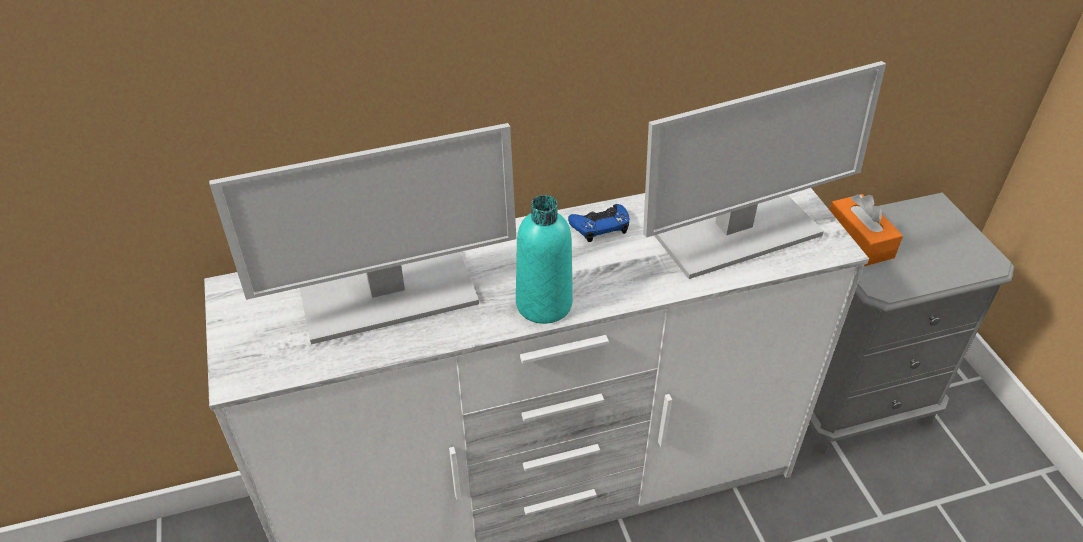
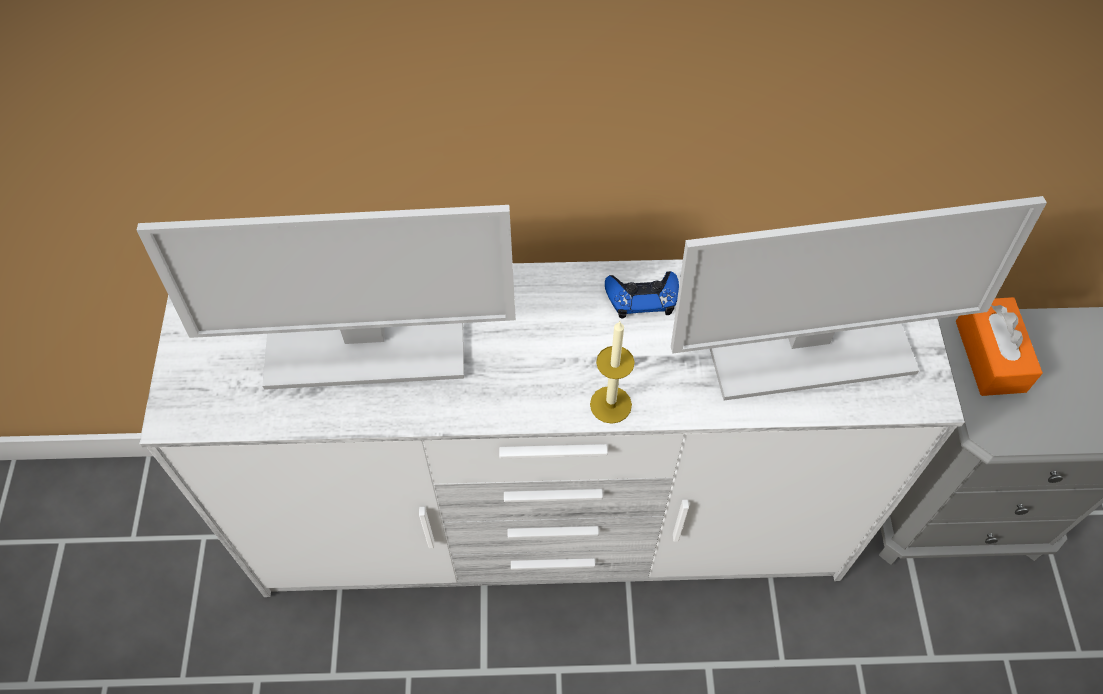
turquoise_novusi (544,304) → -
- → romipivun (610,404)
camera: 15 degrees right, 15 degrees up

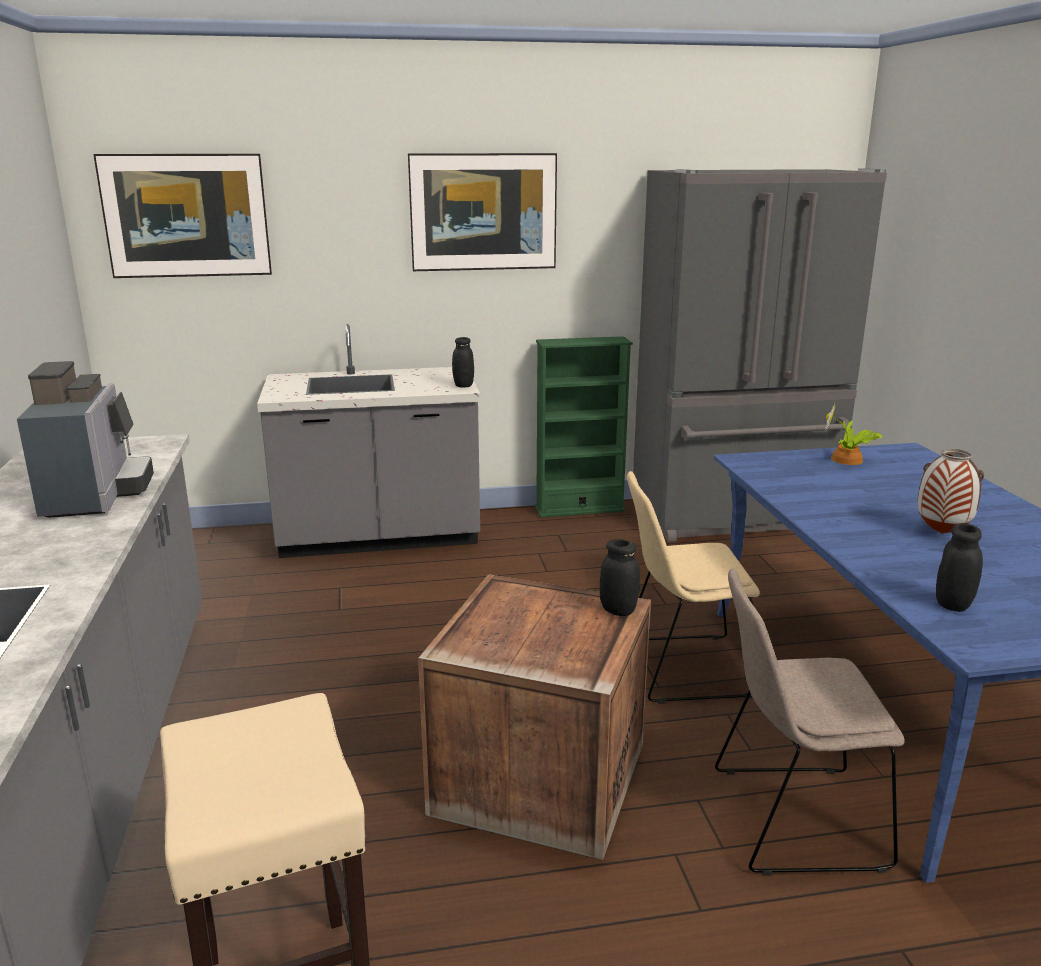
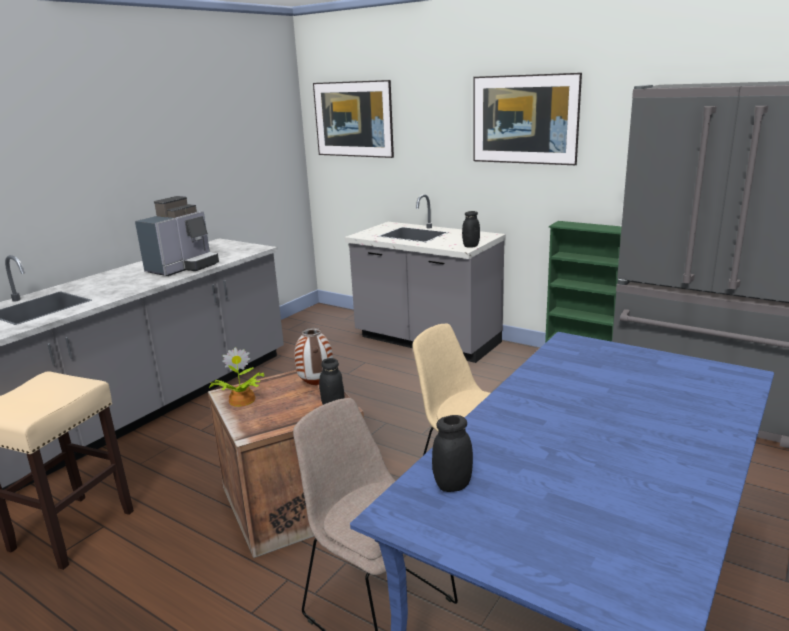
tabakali (848,460) → tabakali (241,400), relocated
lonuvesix (940,533) → lonuvesix (315,385), relocated
camera: 45 degrees right, 0 degrees up

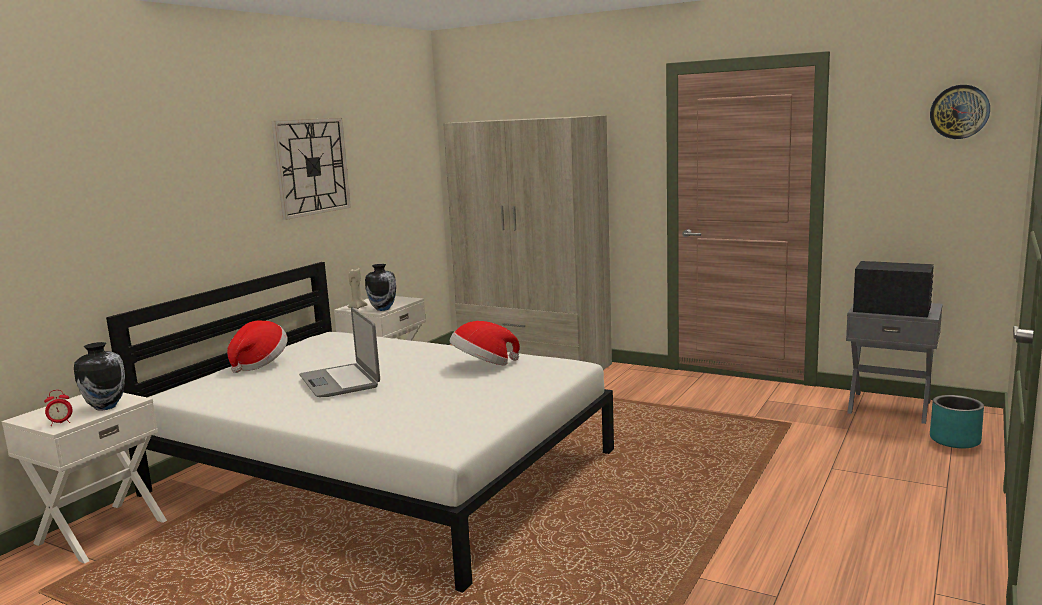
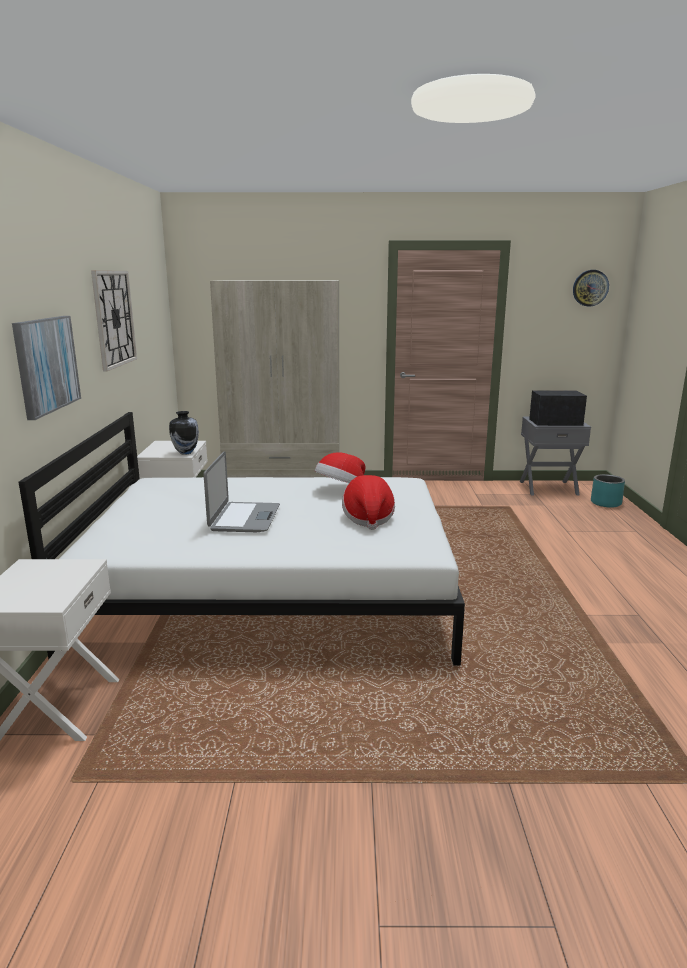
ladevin (61,423) → -
lonuvesix (106,407) → -
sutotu (259,364) → sutotu (368,518), relocated
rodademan (340,381) → rodademan (244,518), 120 degrees counterclockwise
beige_romipivun (357,307) → -
- → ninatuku (46,364)
camera: 30 degrees left, 5 degrees up

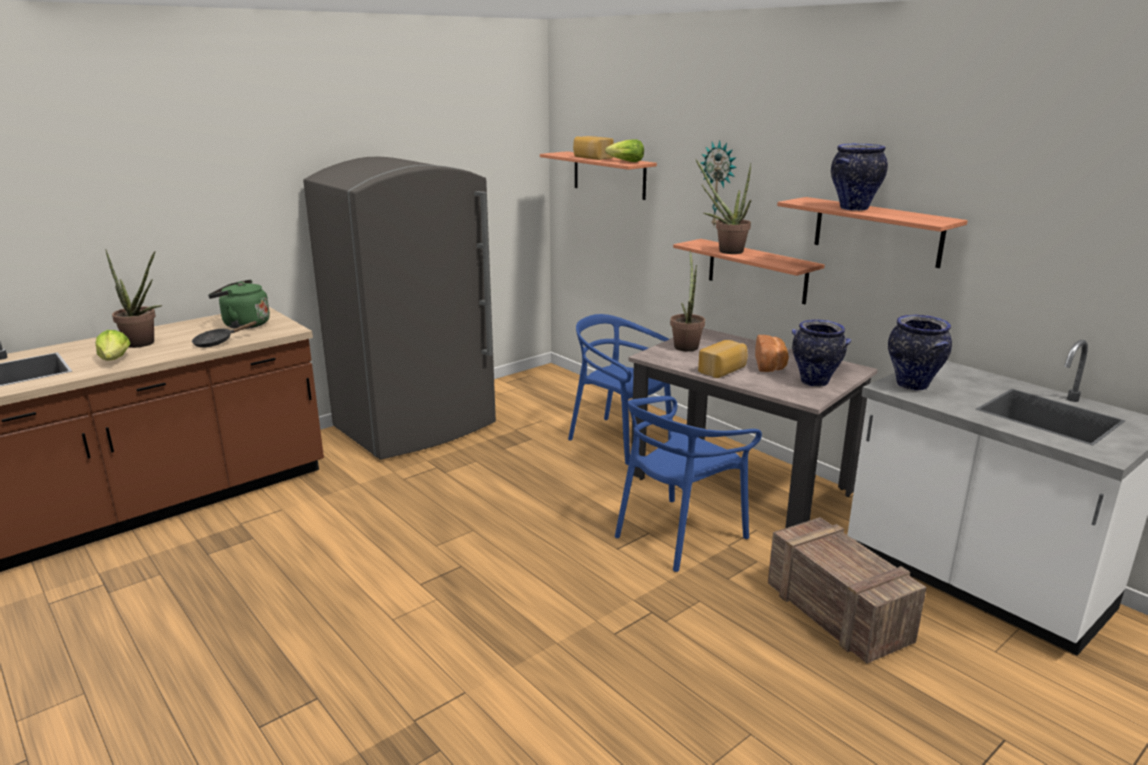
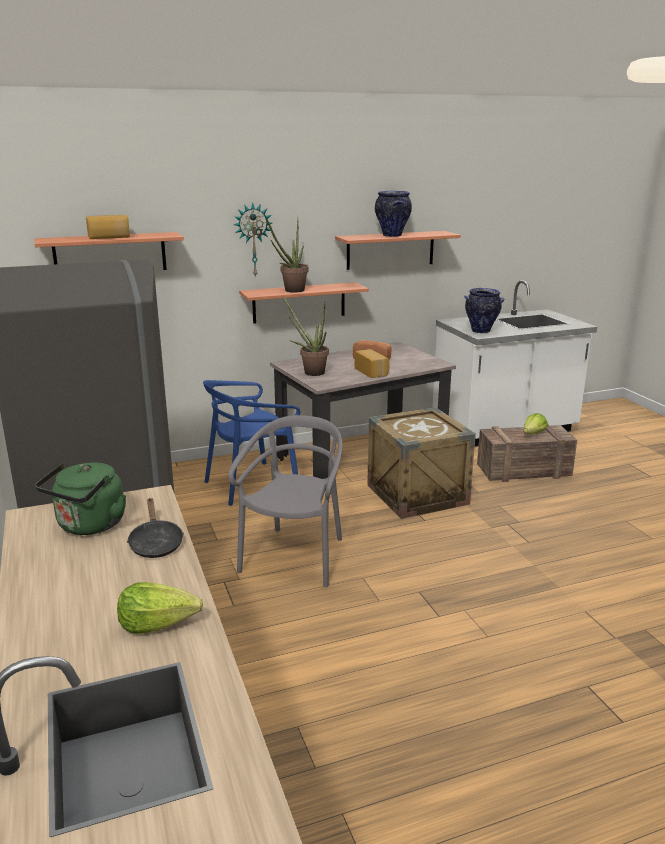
tabakali (144,344) → -
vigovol (626,162) → vigovol (533,434), relocated
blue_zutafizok (679,534) → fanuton (417,494)
lonuvesix (815,382) → -
- → grey_zutafizok (295,557)
camera: 70 degrees left, 0 degrees up

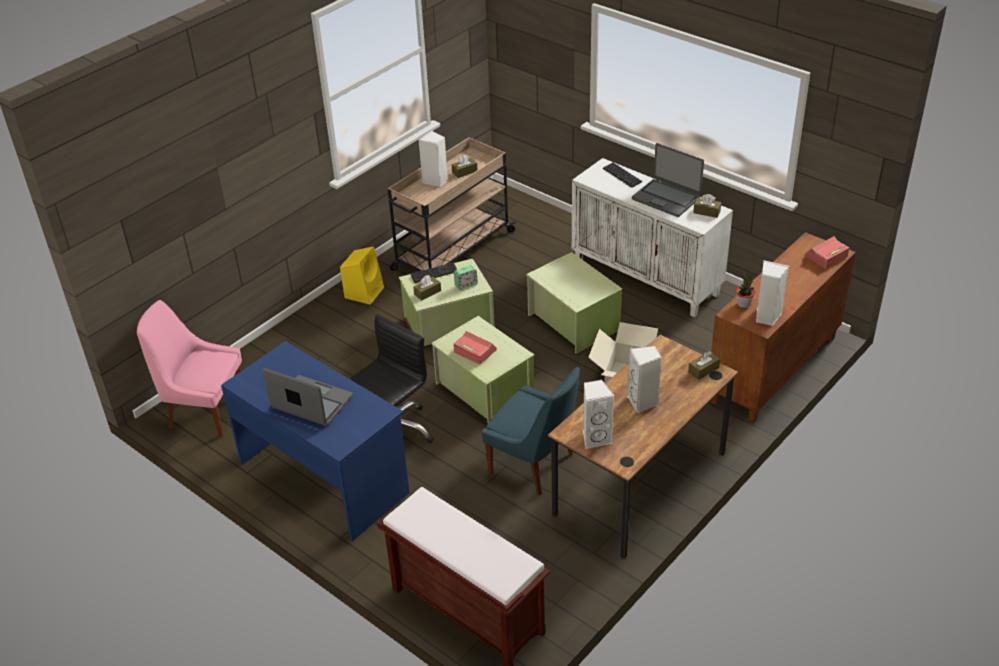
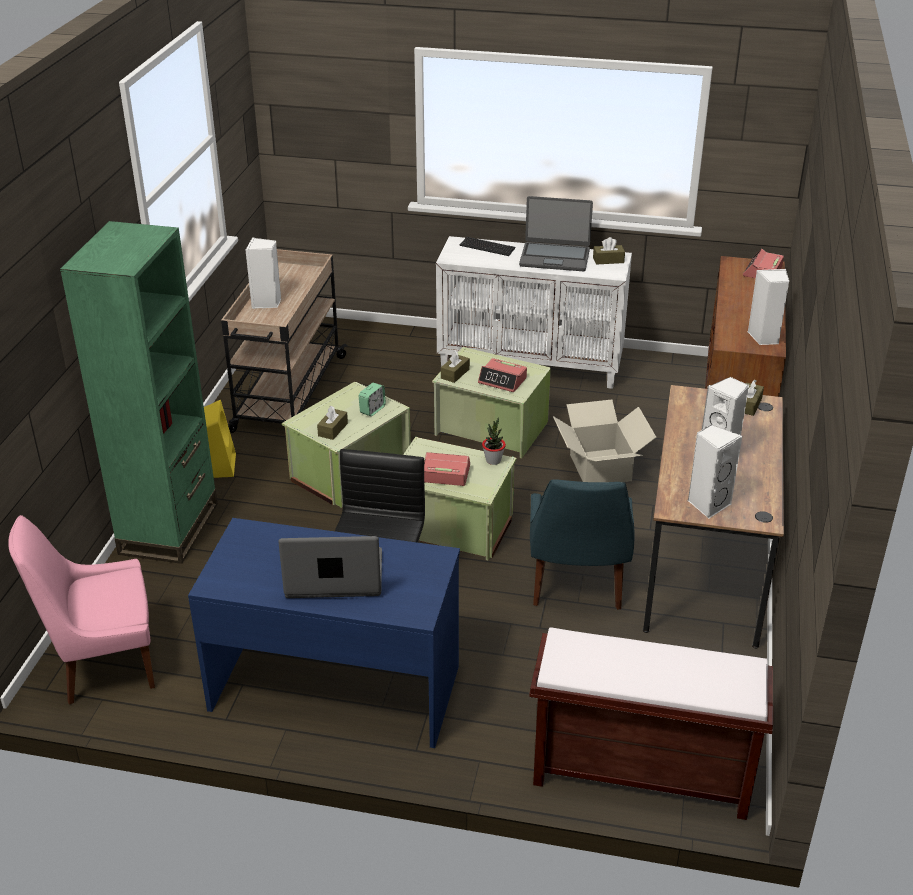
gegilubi (434,273) → -
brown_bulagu (464,172) → brown_bulagu (455,374), relocated
blue_zutafizok (534,464) → blue_zutafizok (576,585), 90 degrees clockwise
tabakali (743,304) → tabakali (493,460), relocated
- → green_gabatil (169,528)
- → ladevin (502,381)
camera: 30 degrees left, 5 degrees down

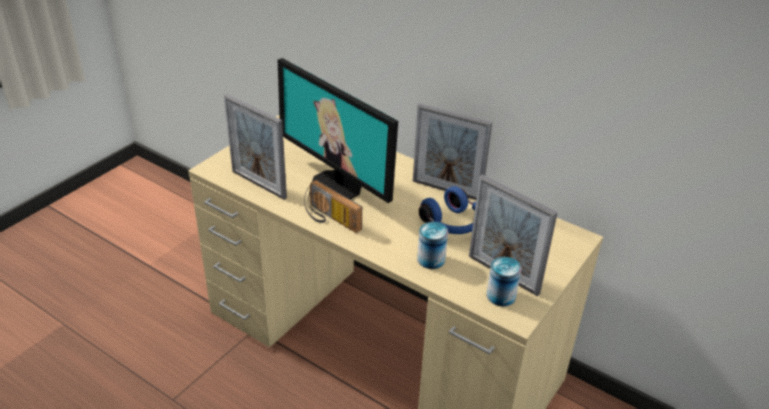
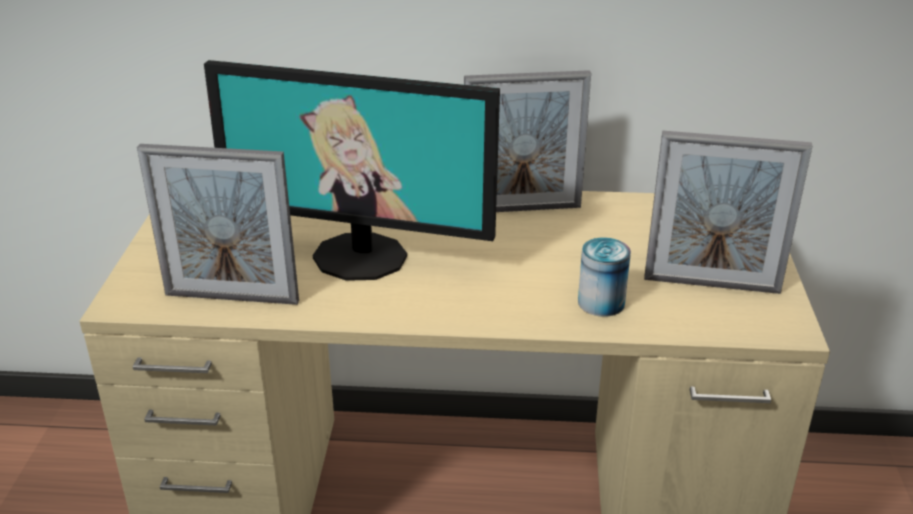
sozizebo (329,219) → -
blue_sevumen (452,224) → -
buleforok (501,295) → -
camera: 30 degrees left, 5 degrees down

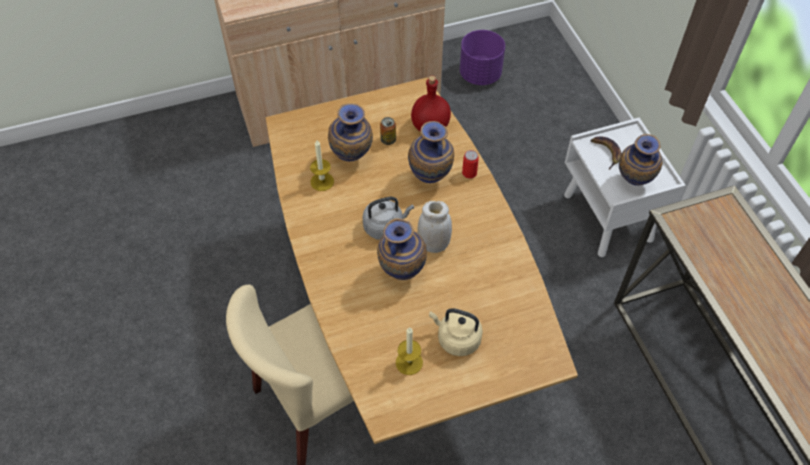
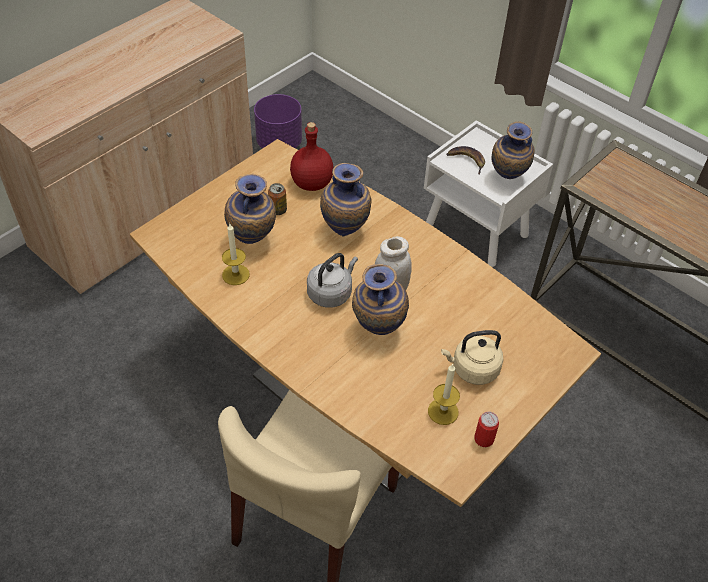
buleforok (469,173) → buleforok (484,439), relocated
camera: 30 degrees left, 5 degrees down

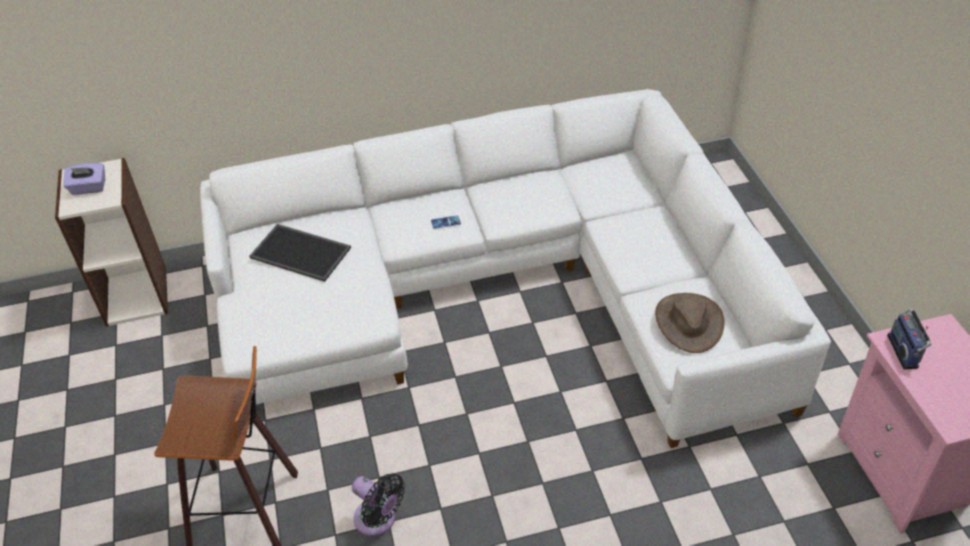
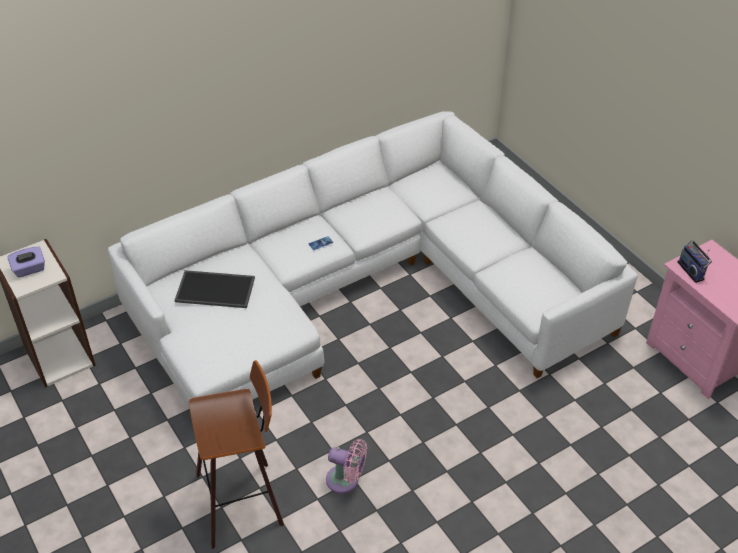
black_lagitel (378,520) → pink_lagitel (346,480)
brown_sutotu (688,322) → -
camera: 20 degrees left, 0 degrees up

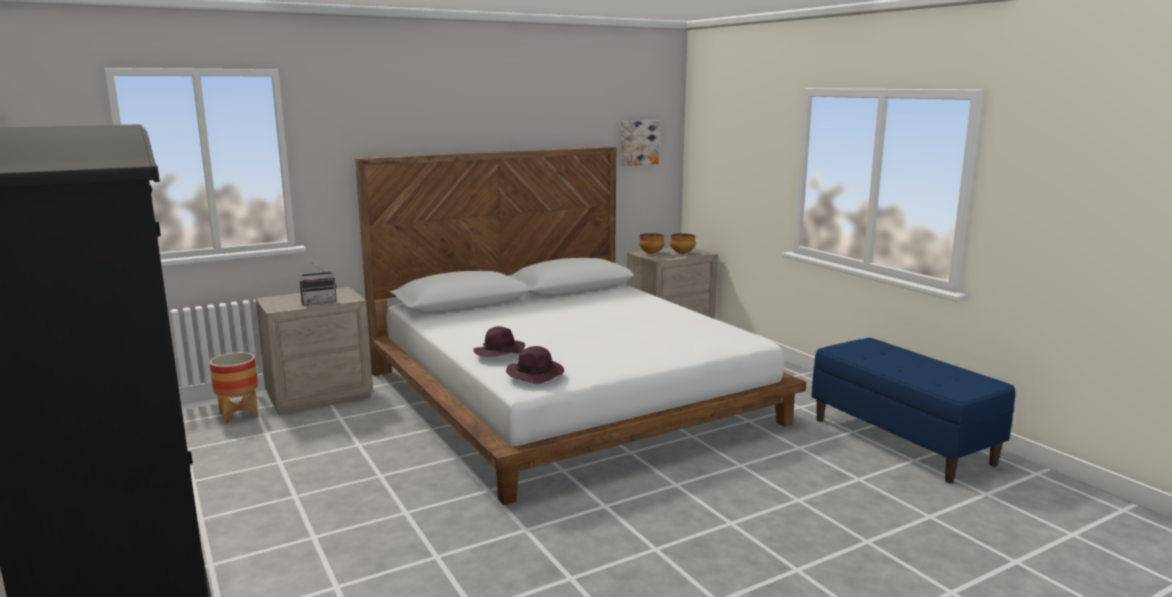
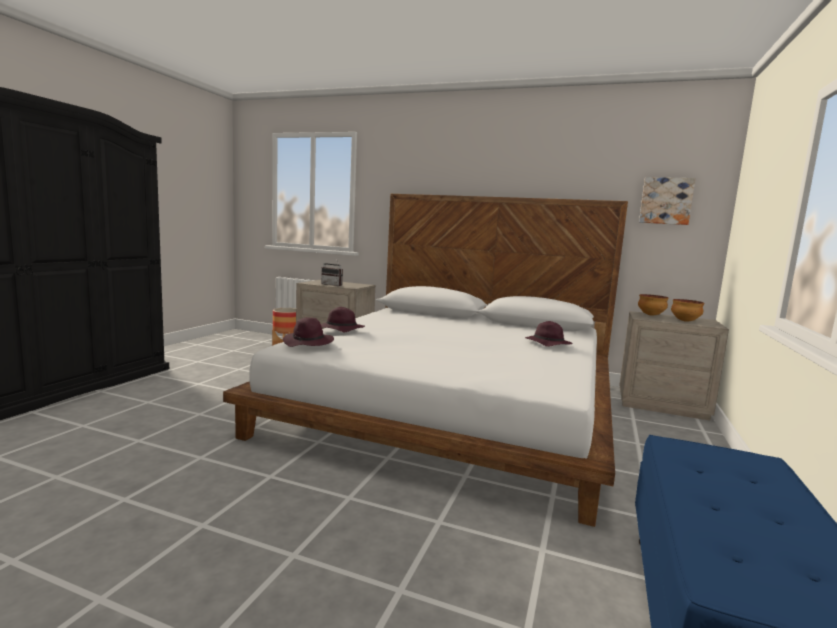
- → purple_sutotu (547,344)
camera: 50 degrees right, 5 degrees down

